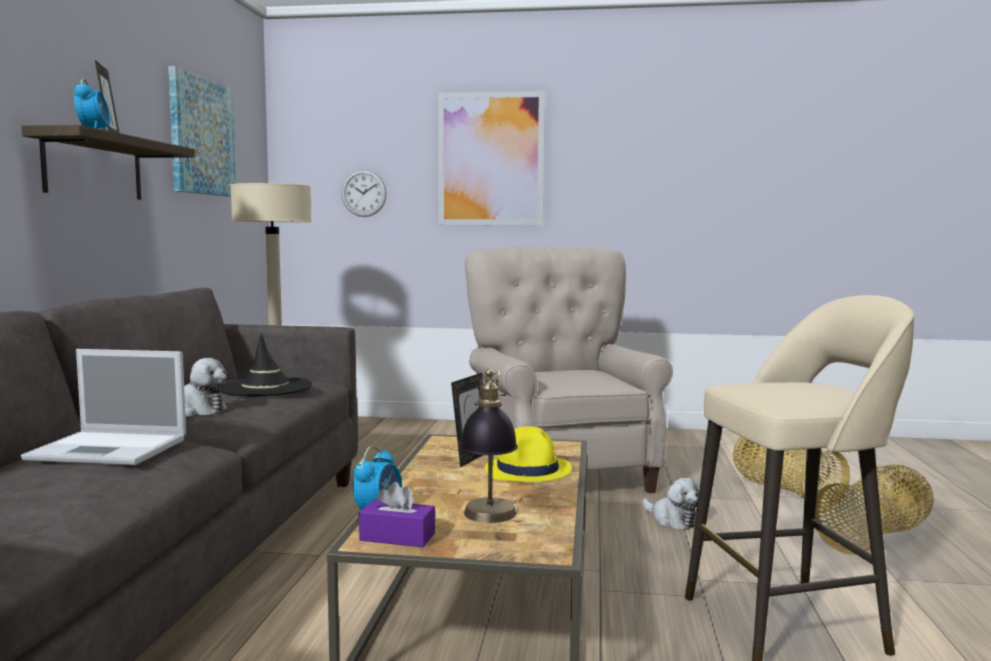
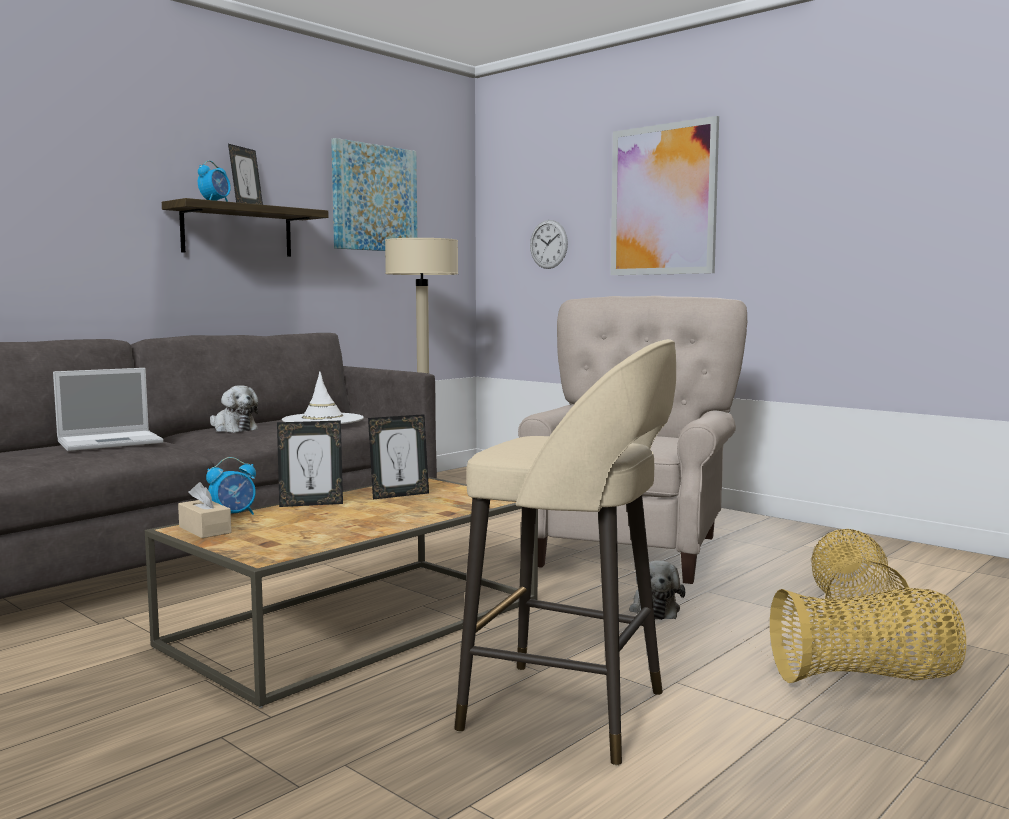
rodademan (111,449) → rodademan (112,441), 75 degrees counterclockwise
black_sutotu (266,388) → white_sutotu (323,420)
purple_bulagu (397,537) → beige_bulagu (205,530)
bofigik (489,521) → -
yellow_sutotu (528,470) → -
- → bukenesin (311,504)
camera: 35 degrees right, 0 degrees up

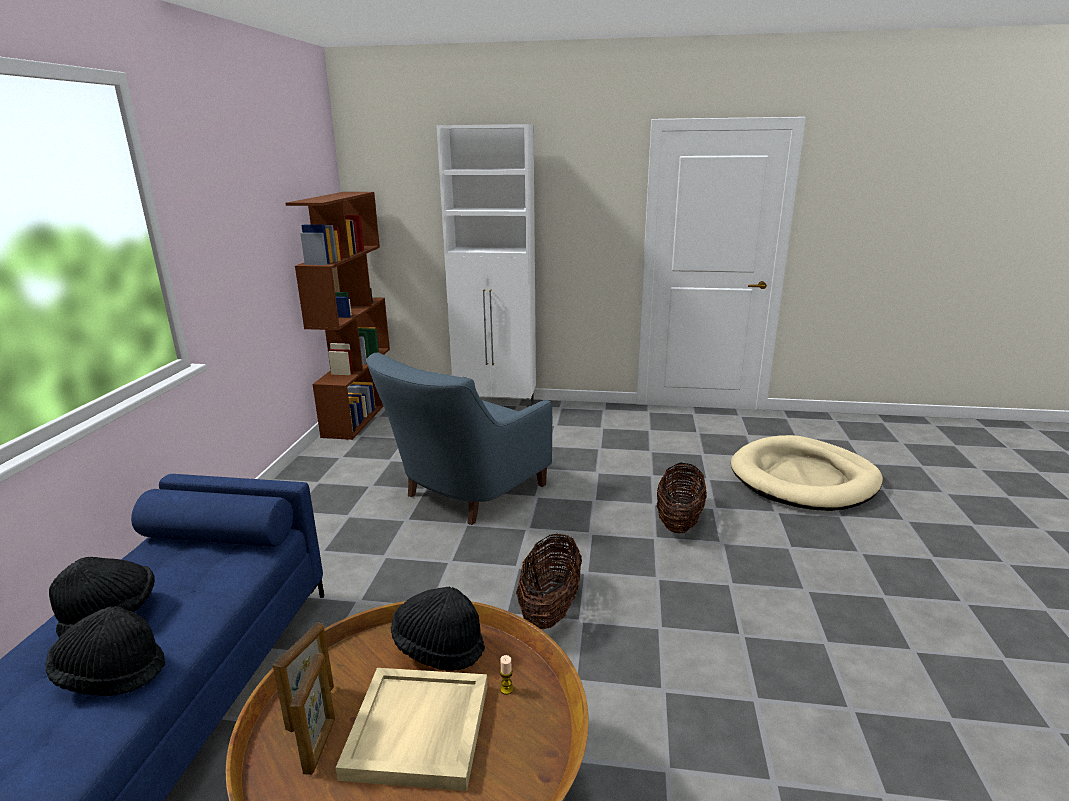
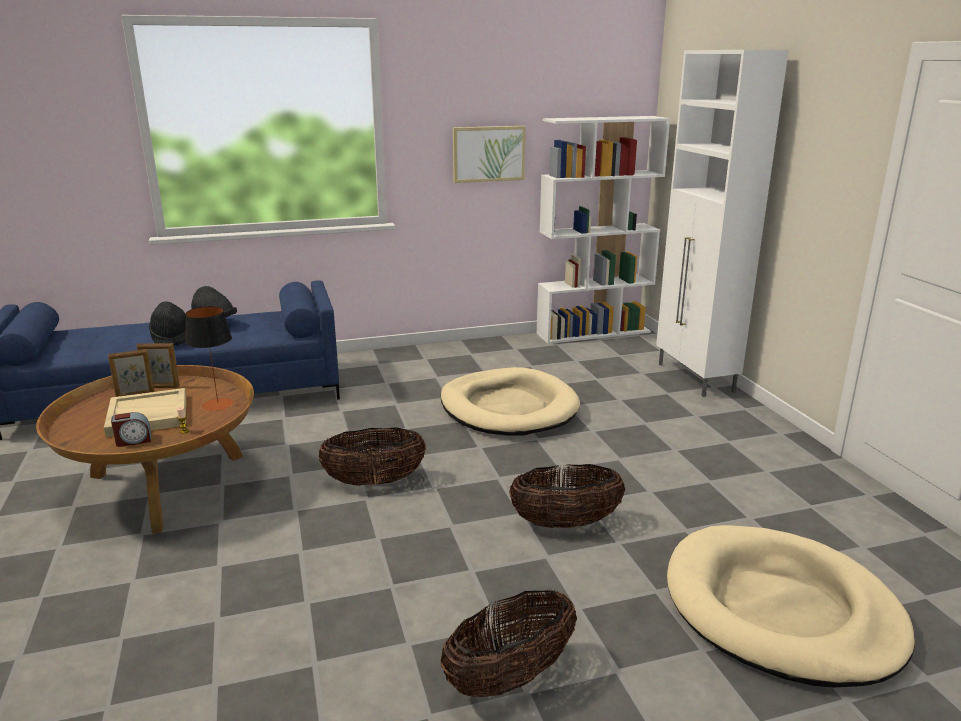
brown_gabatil (359,414) → white_gabatil (593,332)
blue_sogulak (464,494) → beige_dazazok (508,408)
black_sutotu (438,647) → bofigik (218,404)
- → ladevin (133,441)
- → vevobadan (510,677)
- → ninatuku (488,154)
camera: 65 degrees right, 0 degrees up

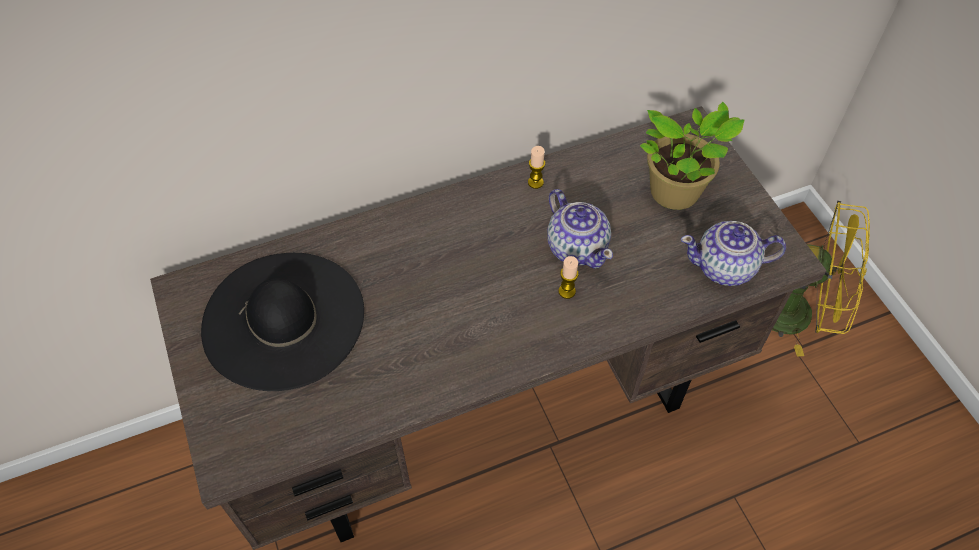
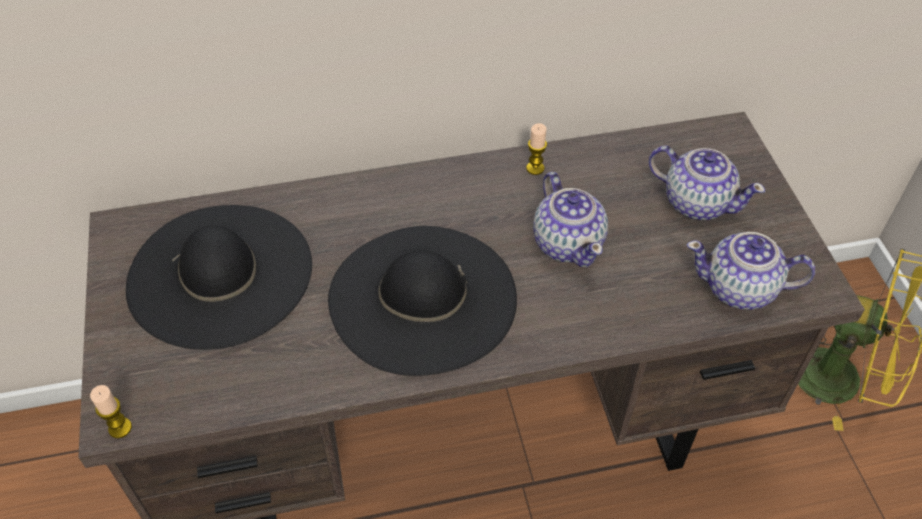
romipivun (567,291) → romipivun (120,428), relocated
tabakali (676,195) → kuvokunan (696,202)
- → black_sutotu (422,298)
camera: 10 degrees right, 5 degrees down

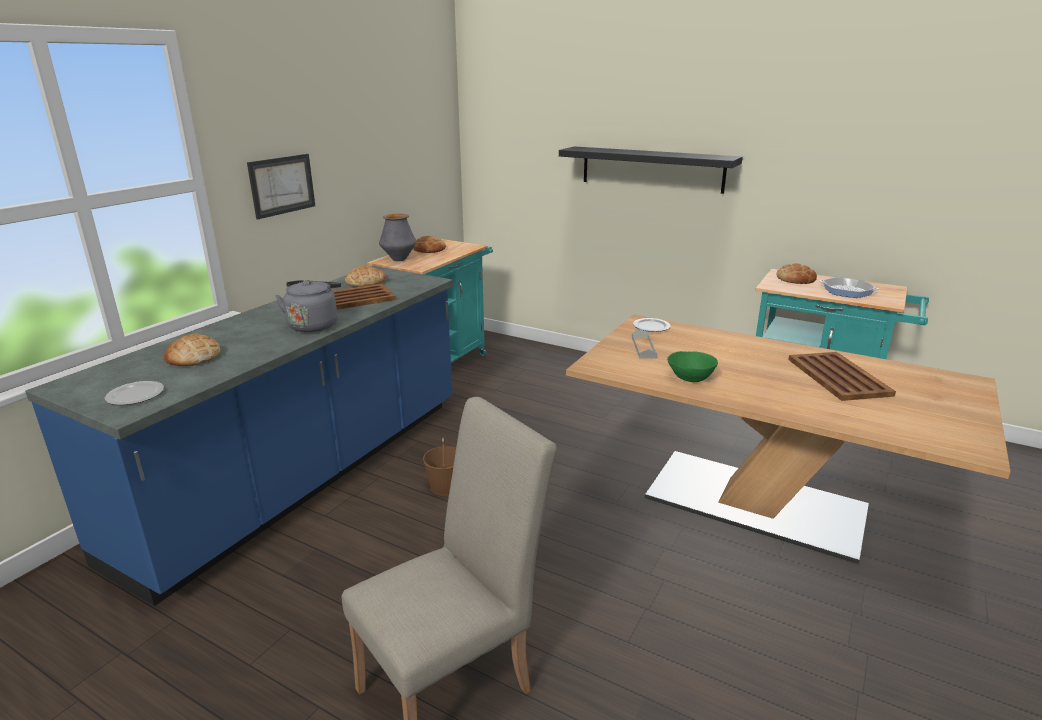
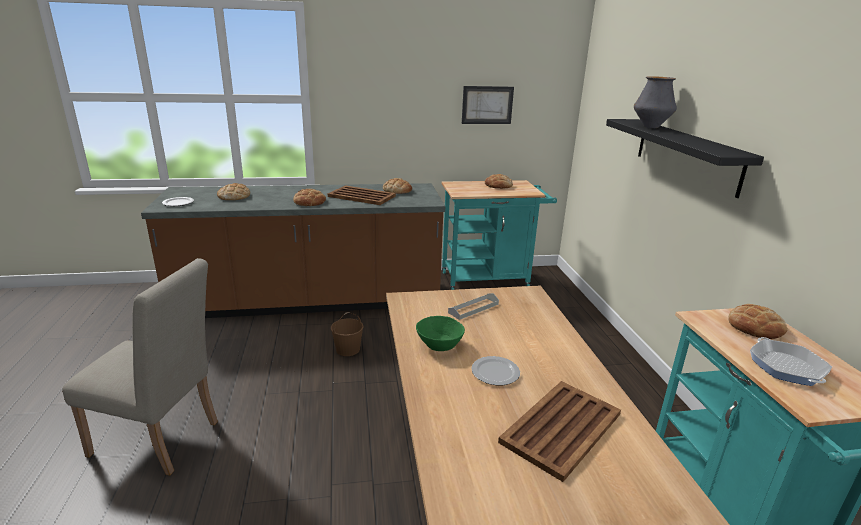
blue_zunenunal (306,475) → brown_zunenunal (310,301)
ninatuku (282,185) → ninatuku (487,105), relocated
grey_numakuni (314,325) → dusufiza (309,202)
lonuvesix (399,259) → lonuvesix (650,127), relocated
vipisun (651,327) → vipisun (494,373), relocated
camera: 50 degrees right, 0 degrees up

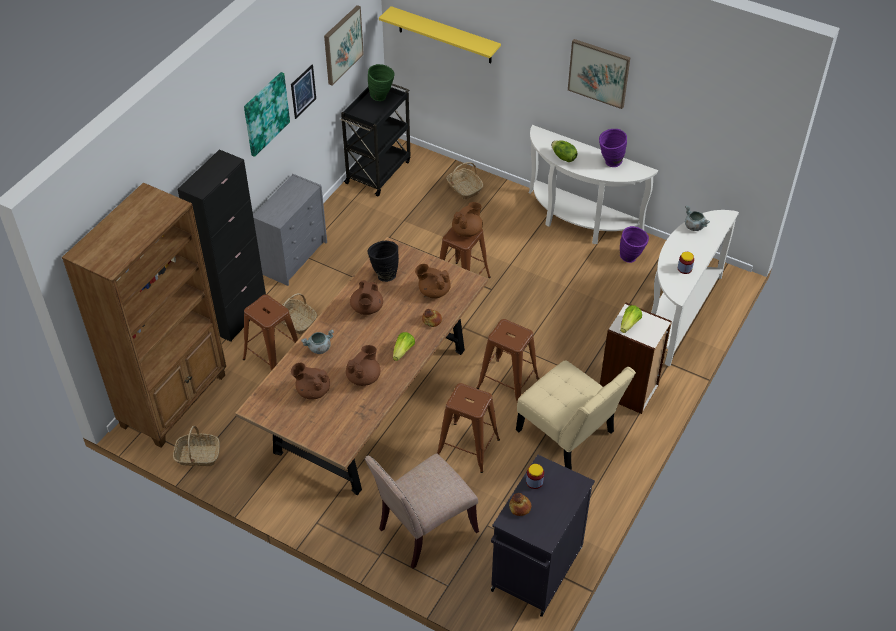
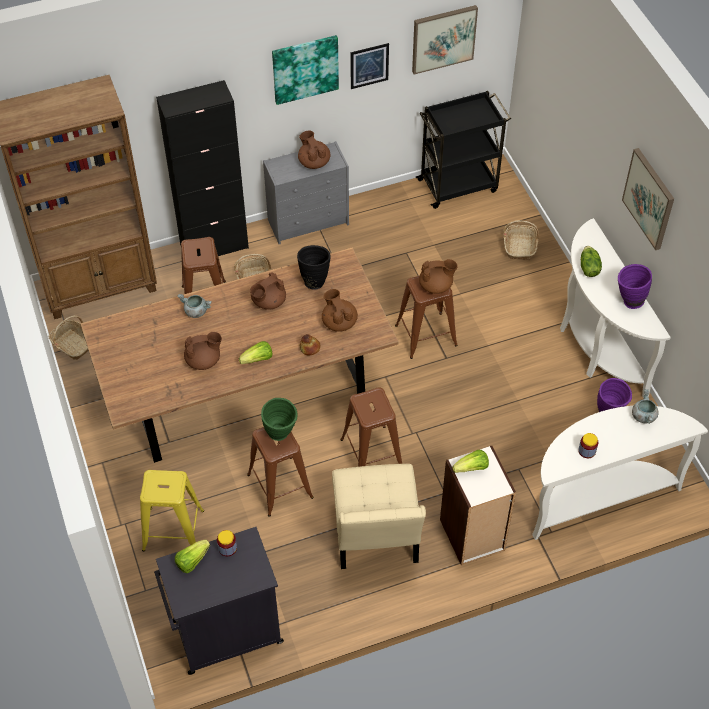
brown_kuvokunan (312,390) → brown_kuvokunan (314,162), relocated
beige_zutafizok (423,530) → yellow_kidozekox (173,530)
green_lonuvesix (382,97) → green_lonuvesix (281,435), relocated
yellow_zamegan (445,35) → -
dusufiza (519,507) → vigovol (192,561)
camera: 40 degrees right, 5 degrees up

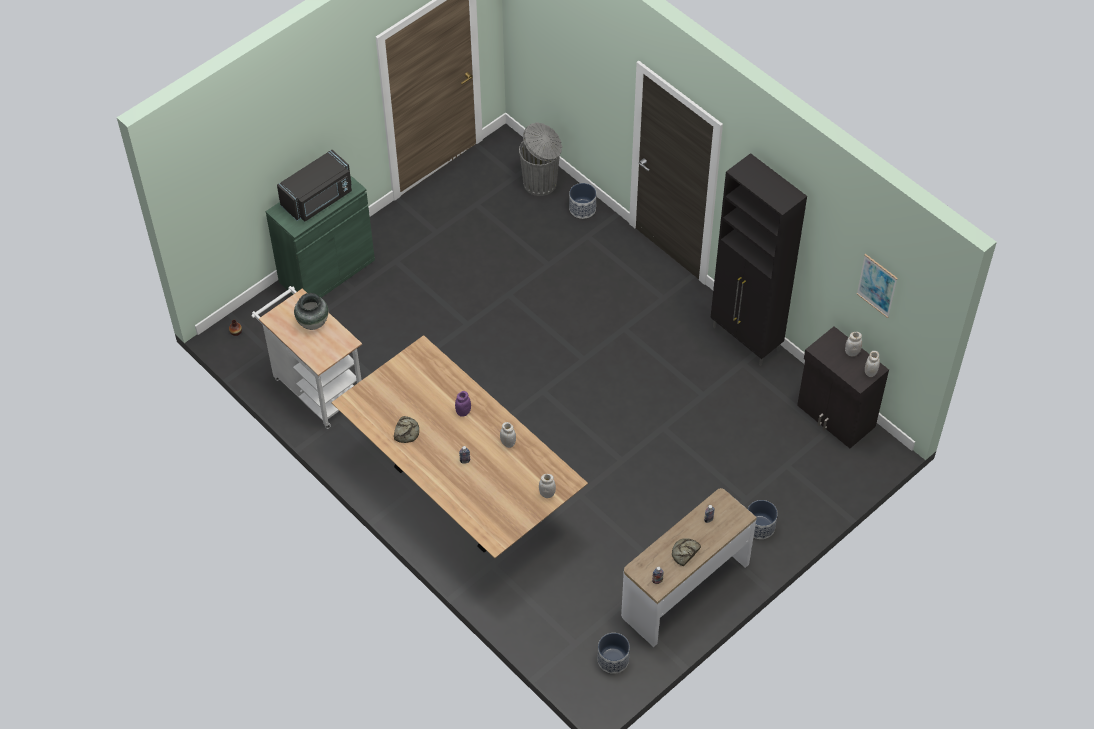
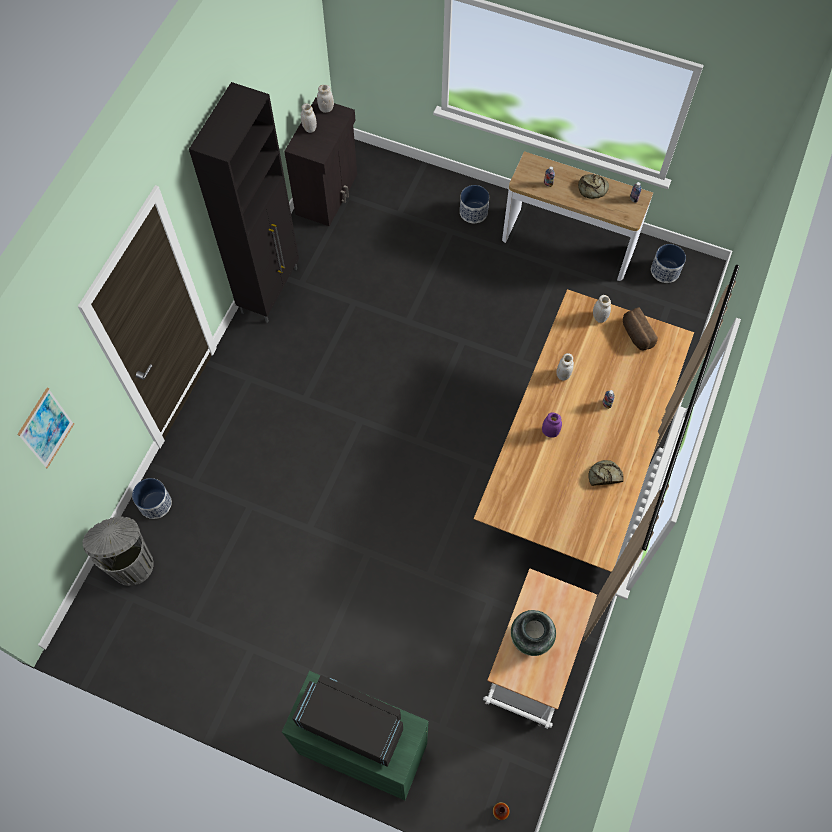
ninatuku (877,285) → ninatuku (46,428), relocated
- → dusufiza (636,335)
camera: 115 degrees left, 10 degrees up

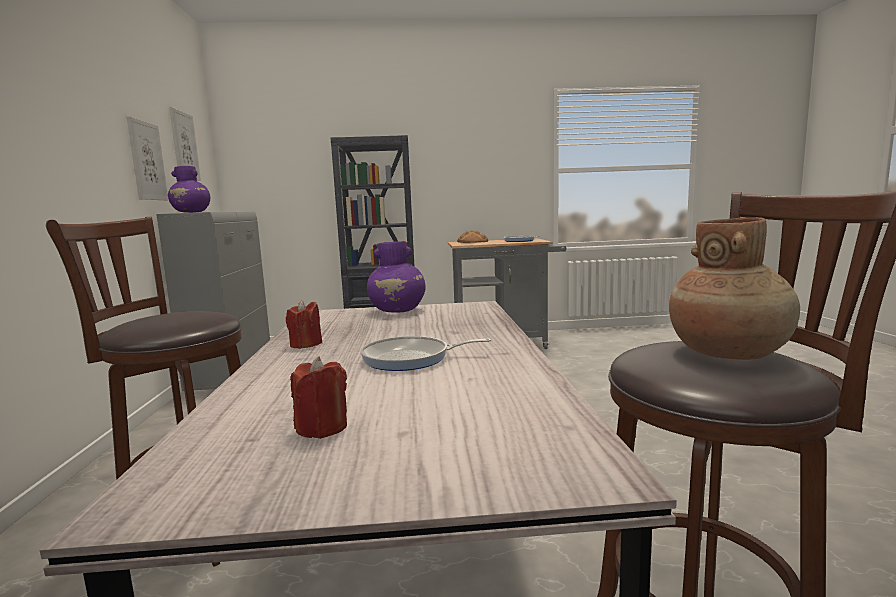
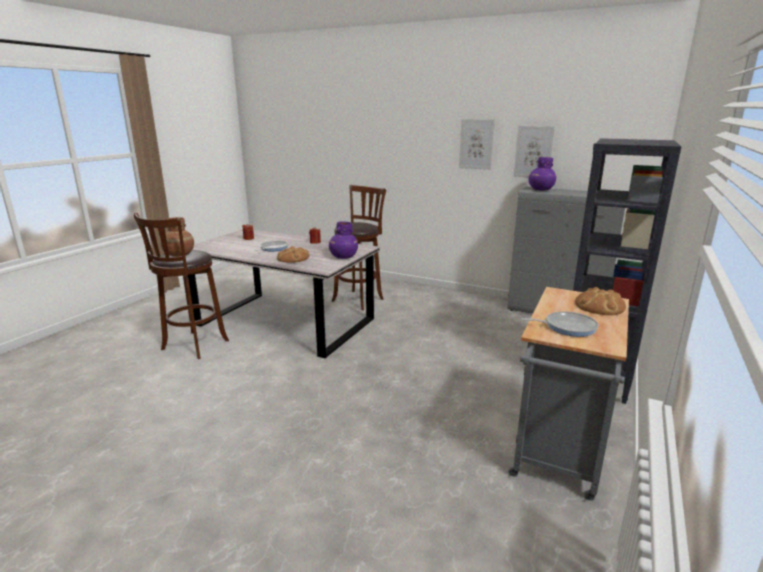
ninatuku (184,145) → ninatuku (476,144), relocated
- → dusufiza (293,258)
camera: 120 degrees right, 10 degrees up

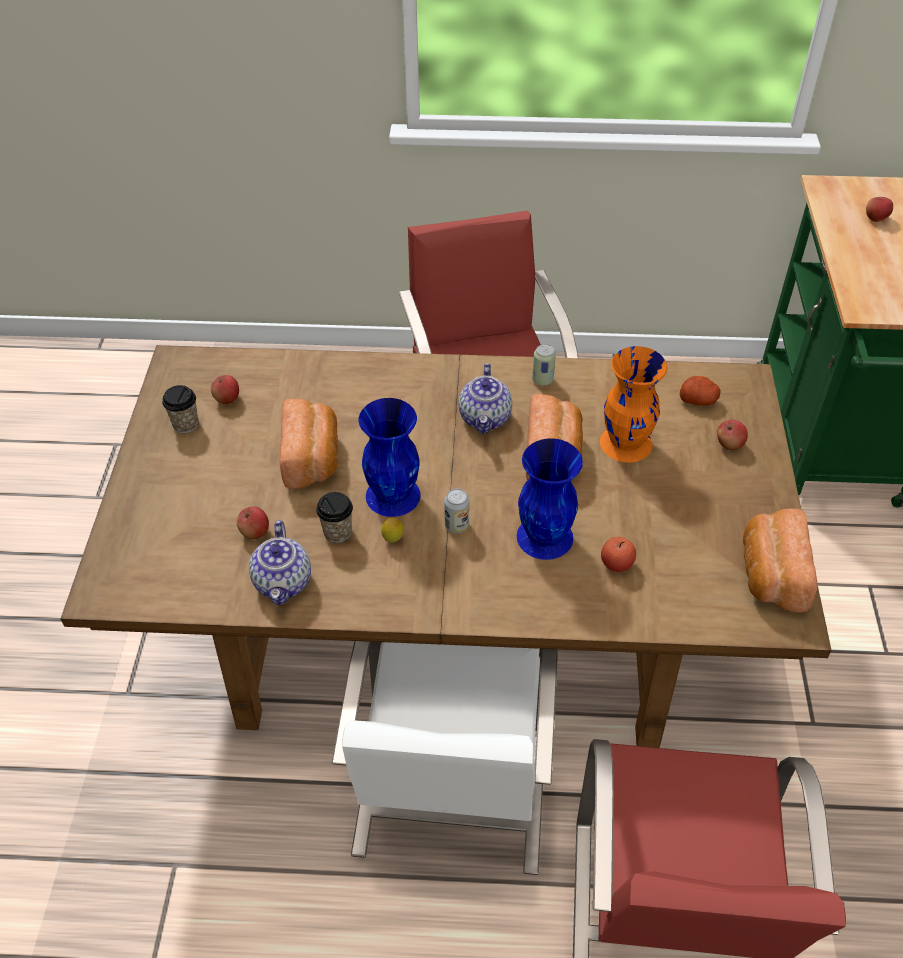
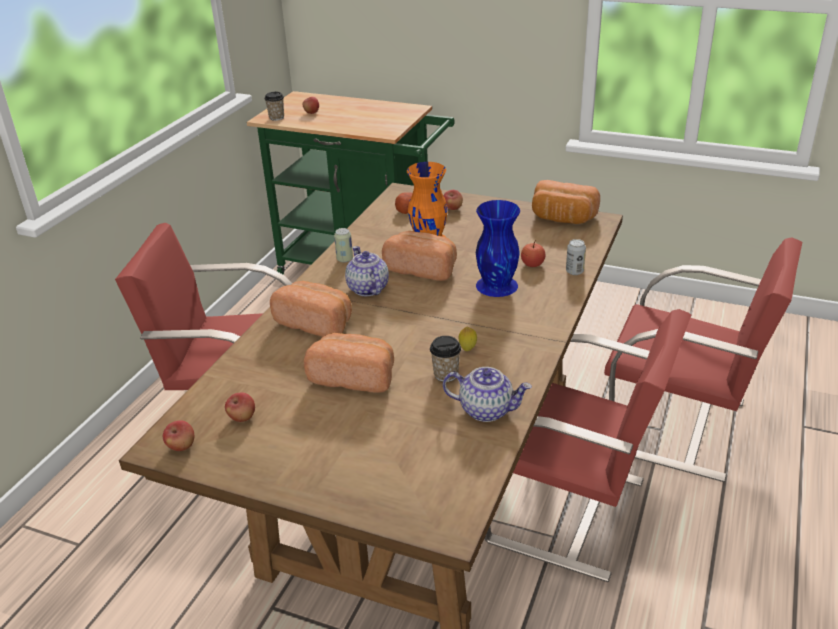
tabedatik (185,424) → tabedatik (276,118), relocated
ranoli (255,532) → ranoli (181,446), relocated
white_zutafizok (450,795) → red_zutafizok (569,512)
blue_lonuvesix (394,495) → -
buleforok (456,525) → buleforok (574,271), relocated
kuvokunan (485,418) → kuvokunan (367,288), 135 degrees counterclockwise
- → dusufiza (316,323)
camera: 70 degrees left, 15 degrees down

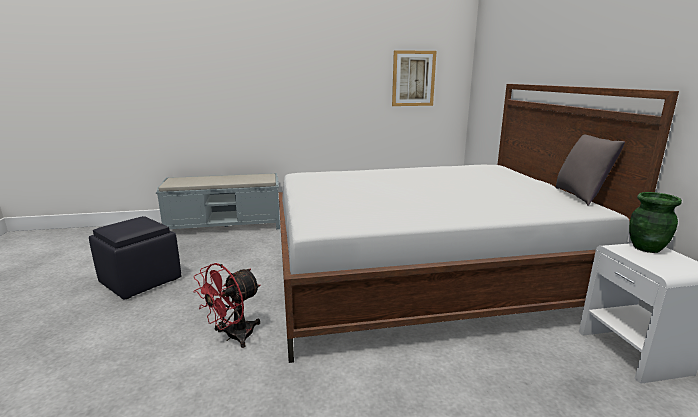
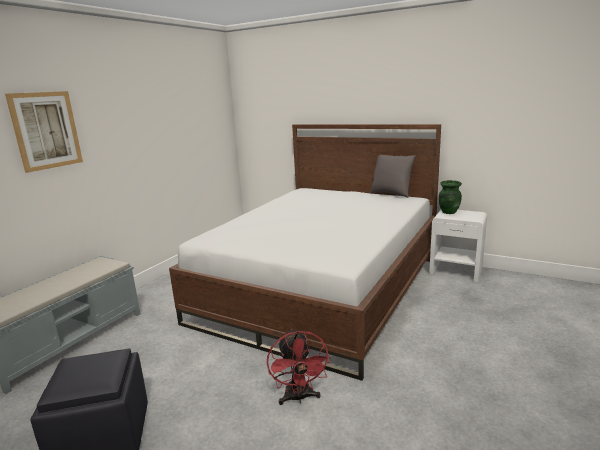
ninatuku (413,78) → ninatuku (46,130), relocated
camera: 50 degrees left, 0 degrees up

